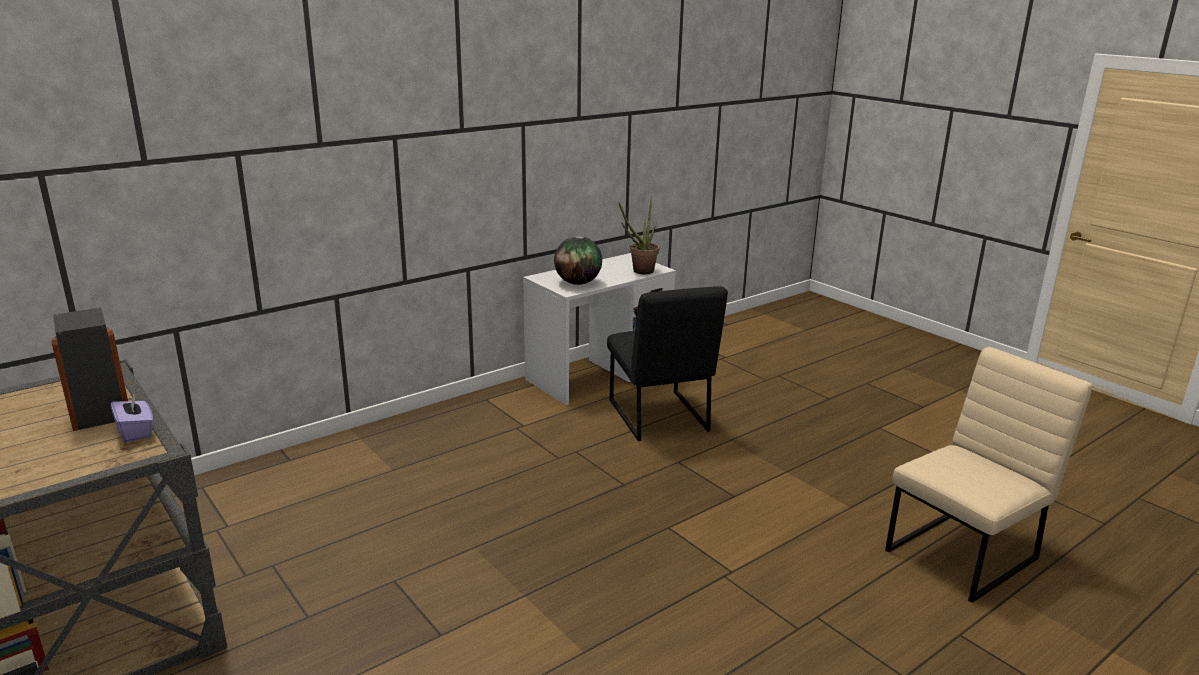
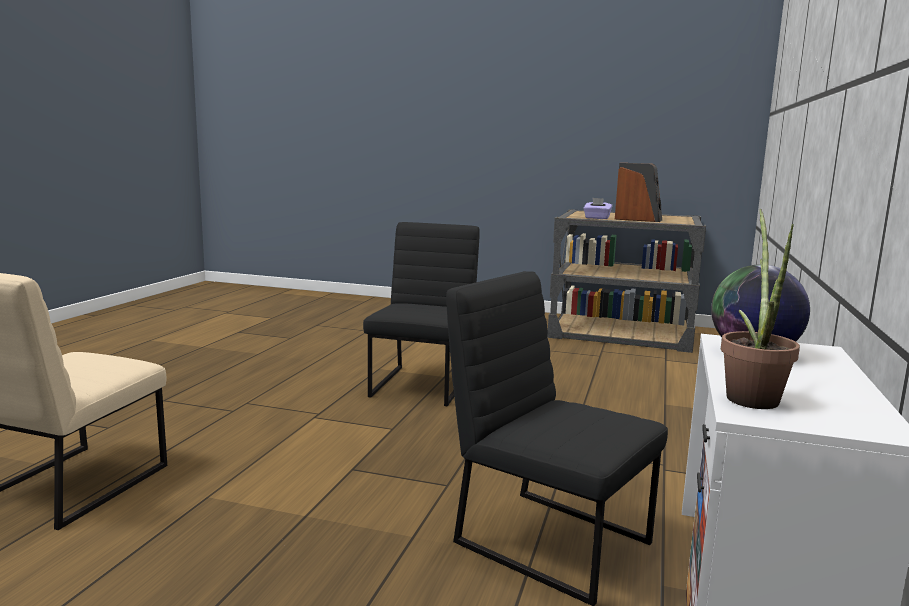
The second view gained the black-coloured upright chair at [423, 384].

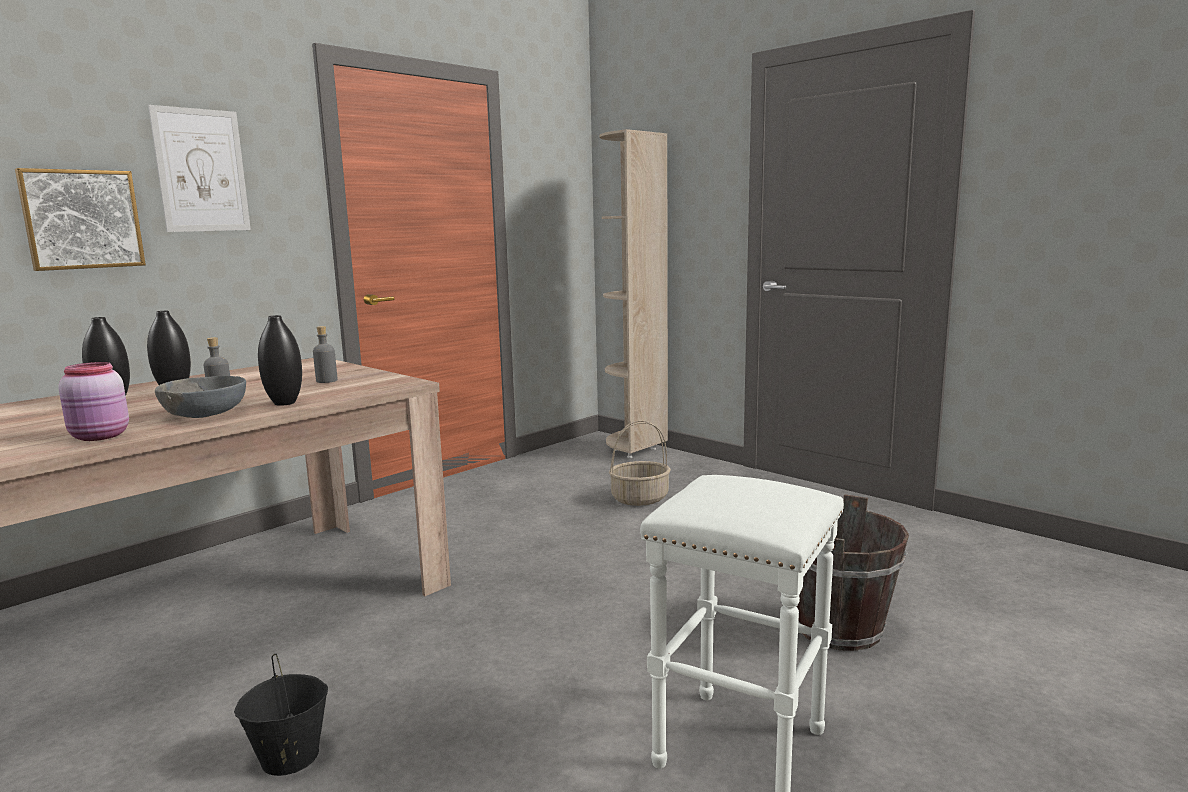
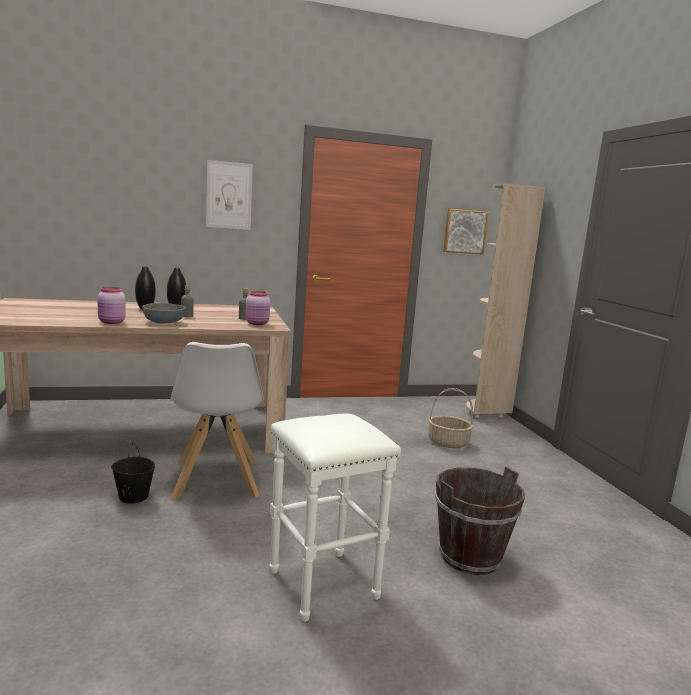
The second view lost the black-coloured vase at [284, 403]. The second view gained the upright chair at [216, 480]. The second view gained the pinkish preserve jar at [258, 323]. The picture ended up elsewhere, having gone from [82, 219] to [464, 231].

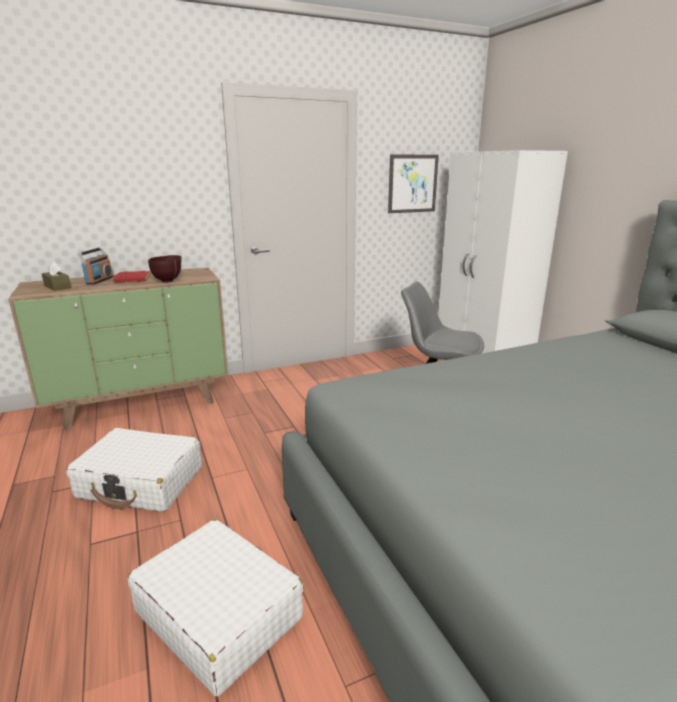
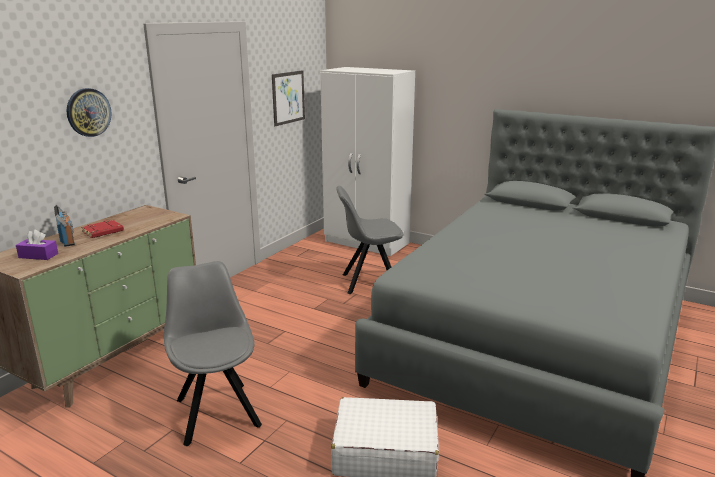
The second view lost the brown deep dish at [168, 281]. The second view gained the hanging clock at [88, 112]. Where the white-coloured piece of luggage stood at [141, 482], the grey upright chair came to stand at [216, 412]. What was the brown tissue holder at [57, 287] turned into the purple tissue holder at [38, 255].

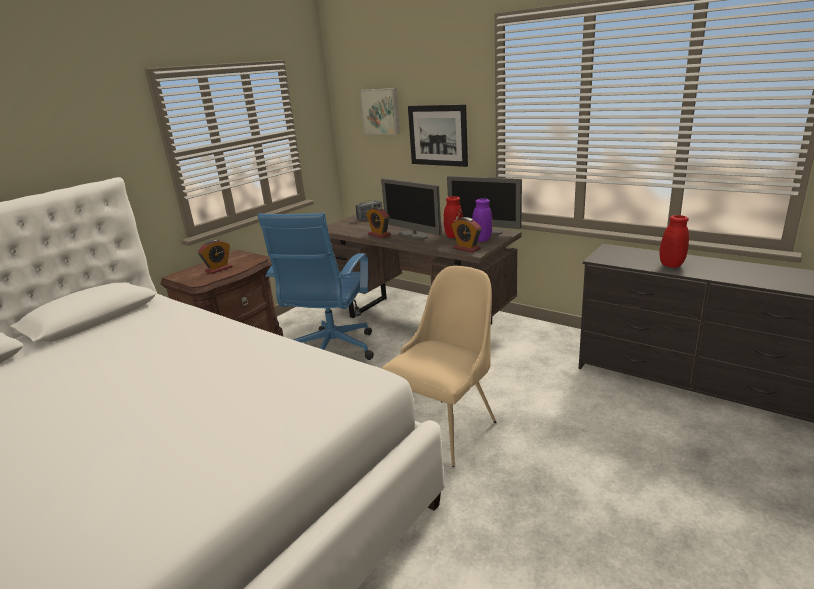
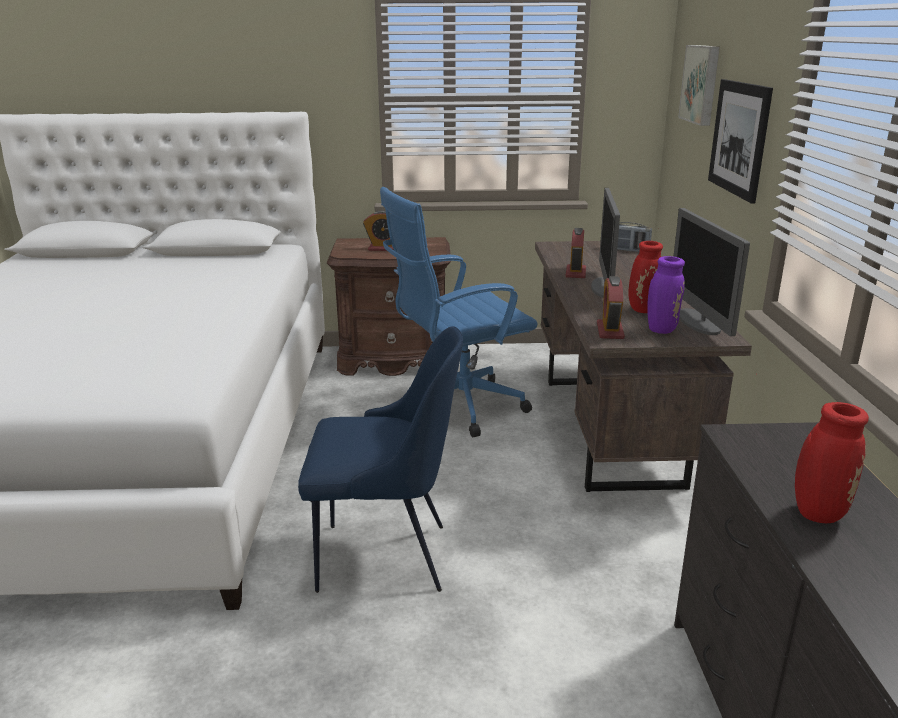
What was the beige-coloured upright chair at [446, 430] turned into the blue-coloured upright chair at [384, 556].

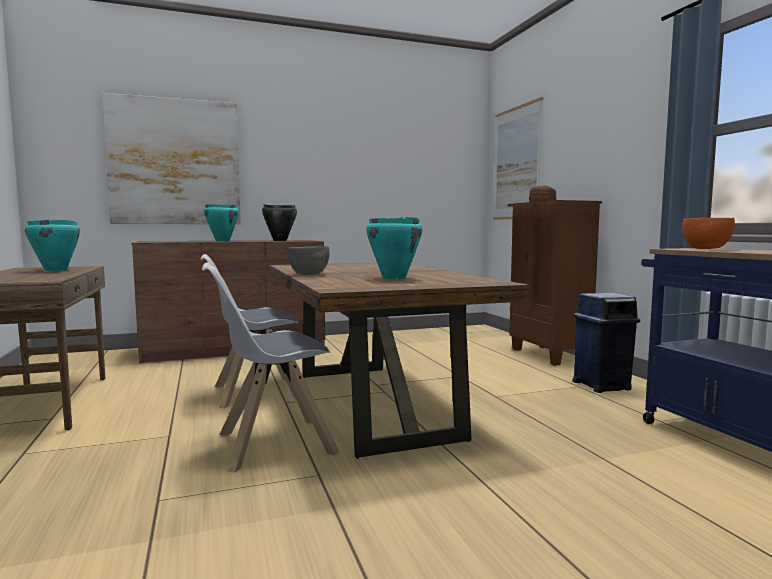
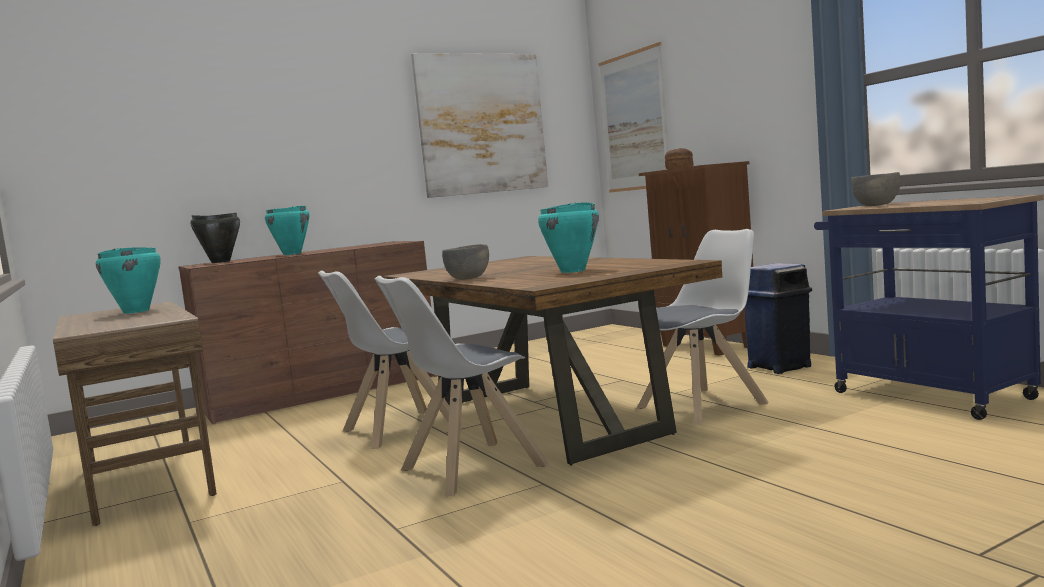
The second view gained the upright chair at [705, 405]. The picture ended up elsewhere, having gone from [175, 162] to [481, 124]. The black-coloured saucepot ended up elsewhere, having gone from [279, 240] to [220, 262]. What was the orange-coloured deep dish at [706, 249] turned into the grey deep dish at [876, 205].

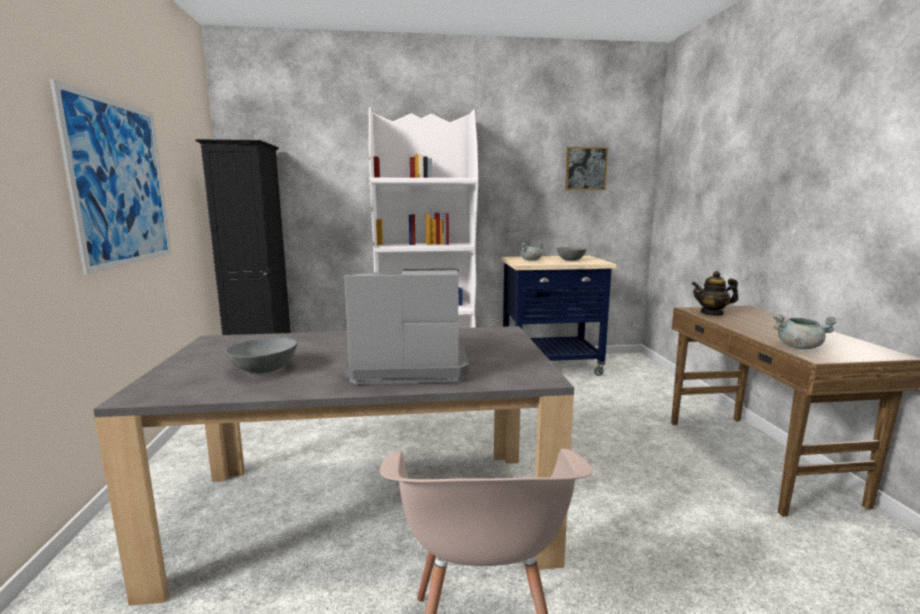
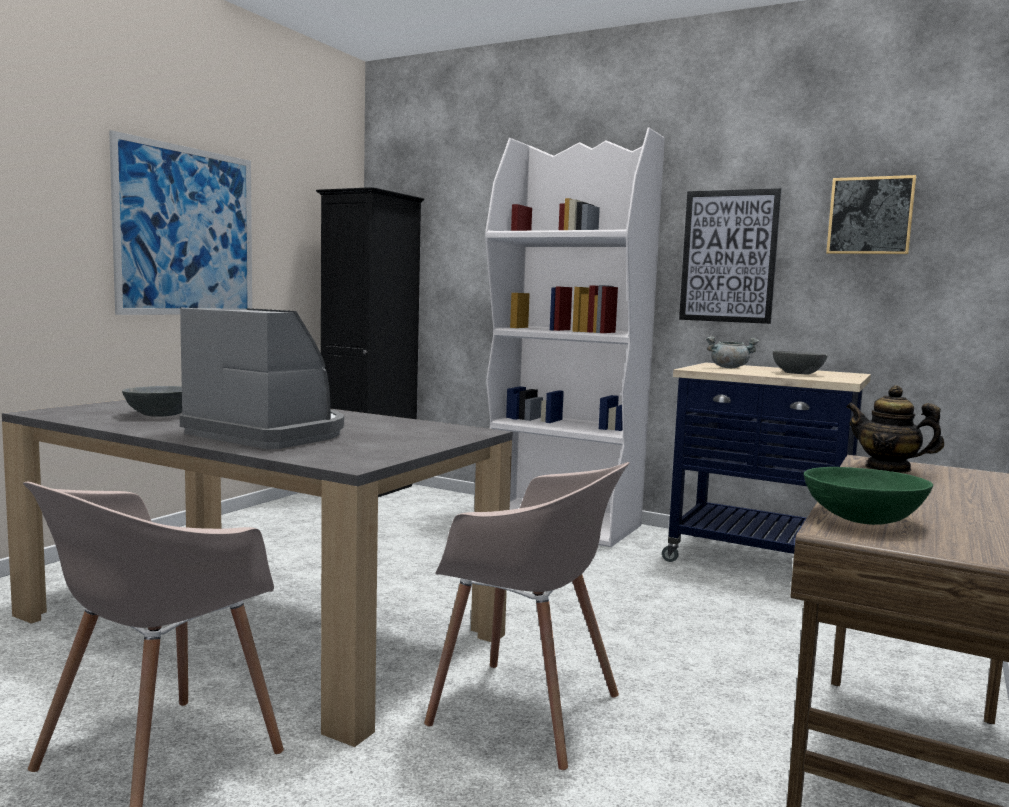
The second view gained the beige-coloured upright chair at [527, 712]. The second view gained the picture at [729, 256]. Where the grey saucepot stood at [799, 347], the green-coloured deep dish came to stand at [864, 519].

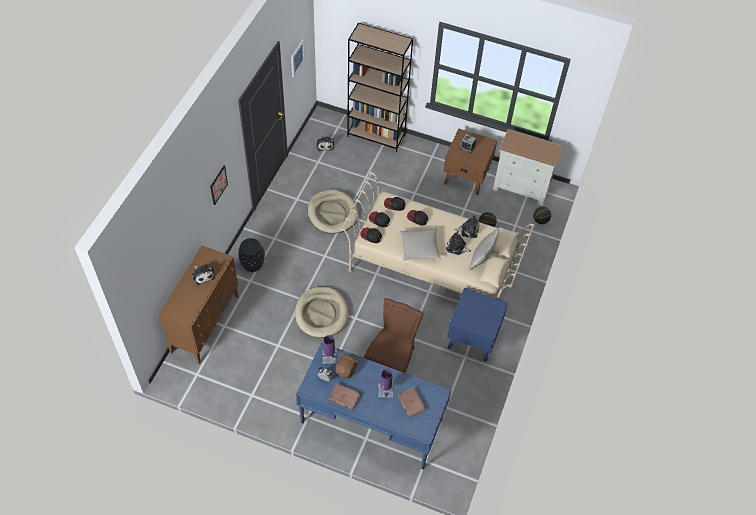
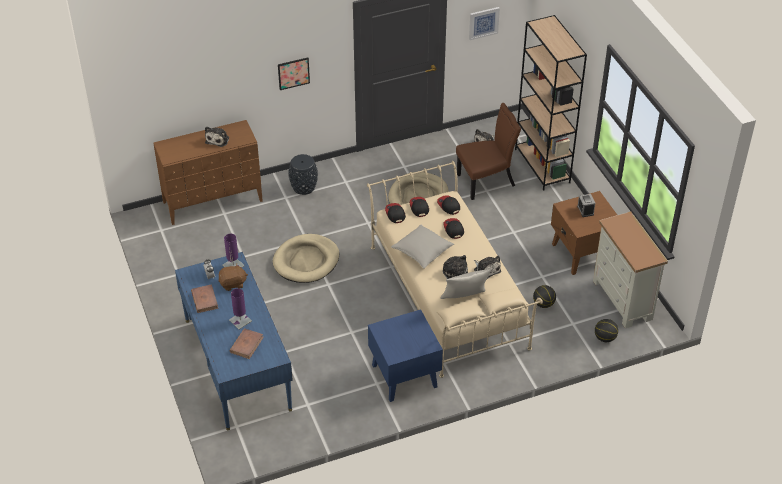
The brown upright chair ended up elsewhere, having gone from [391, 362] to [485, 182].

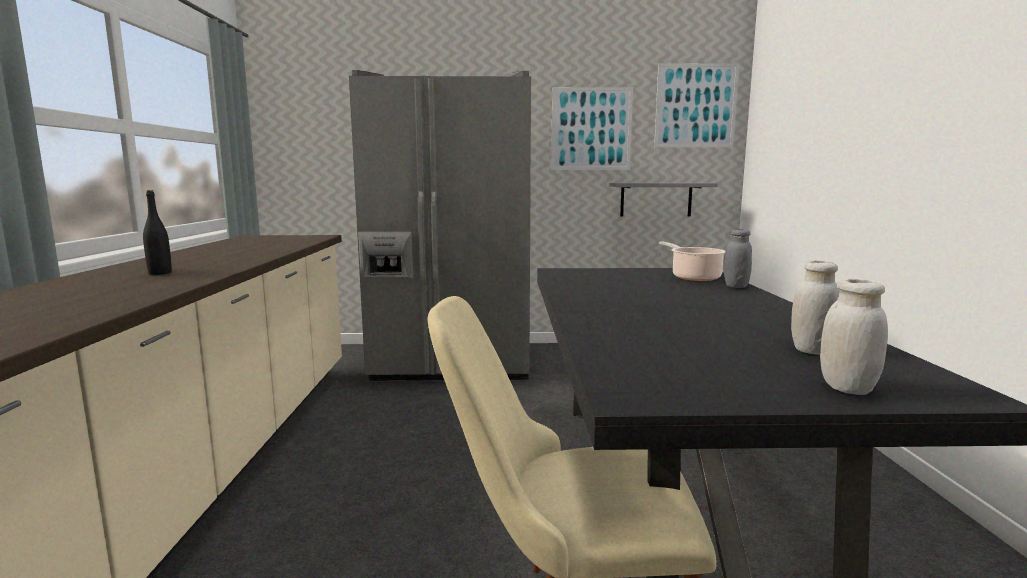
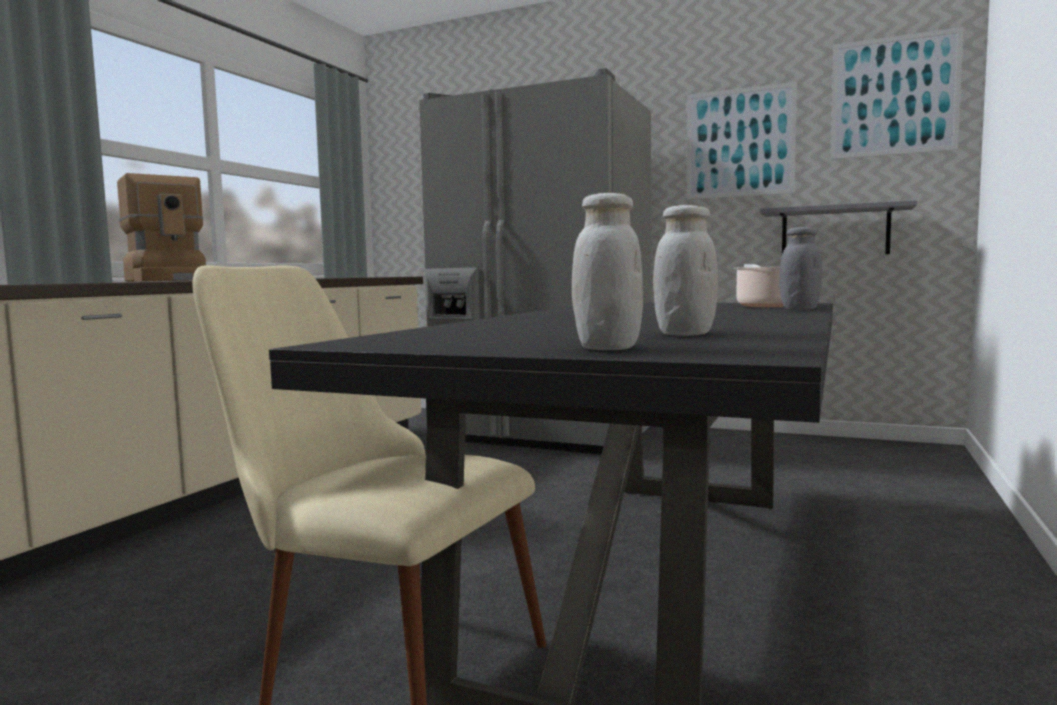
Where the black-coloured beverage bottle stood at [160, 273], the coffee maker came to stand at [172, 280].

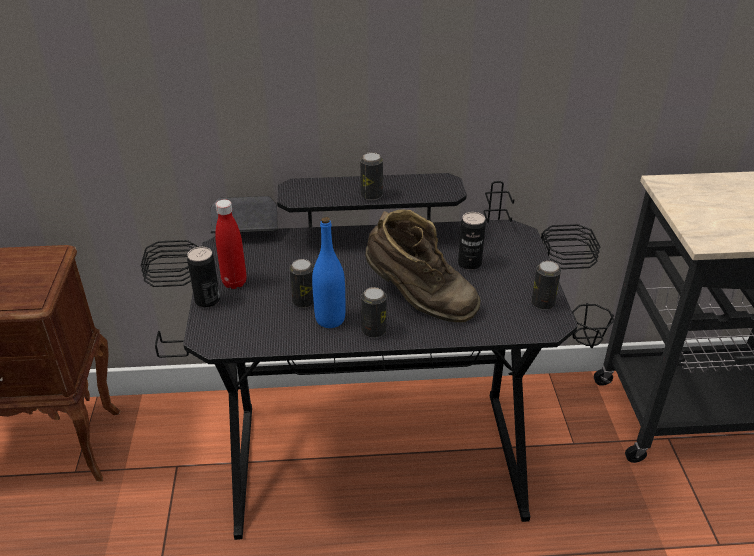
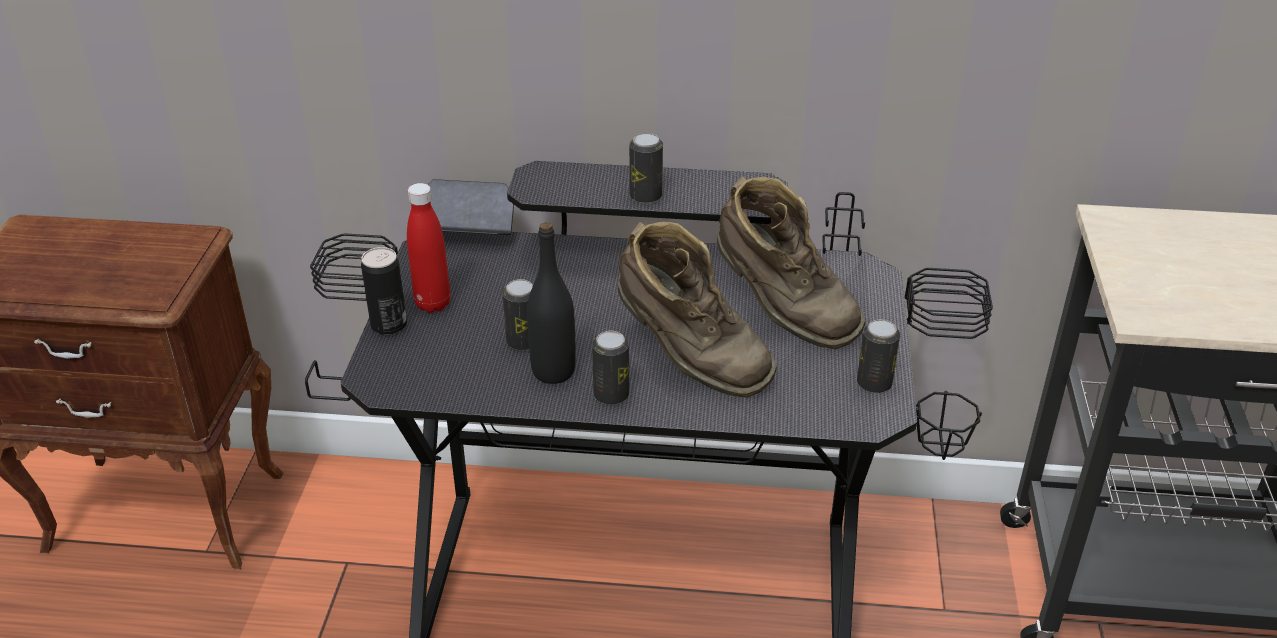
Where the can stood at [469, 263], the brown boot came to stand at [781, 312]. What was the blue-coloured beverage bottle at [330, 319] turned into the black-coloured beverage bottle at [553, 371].

